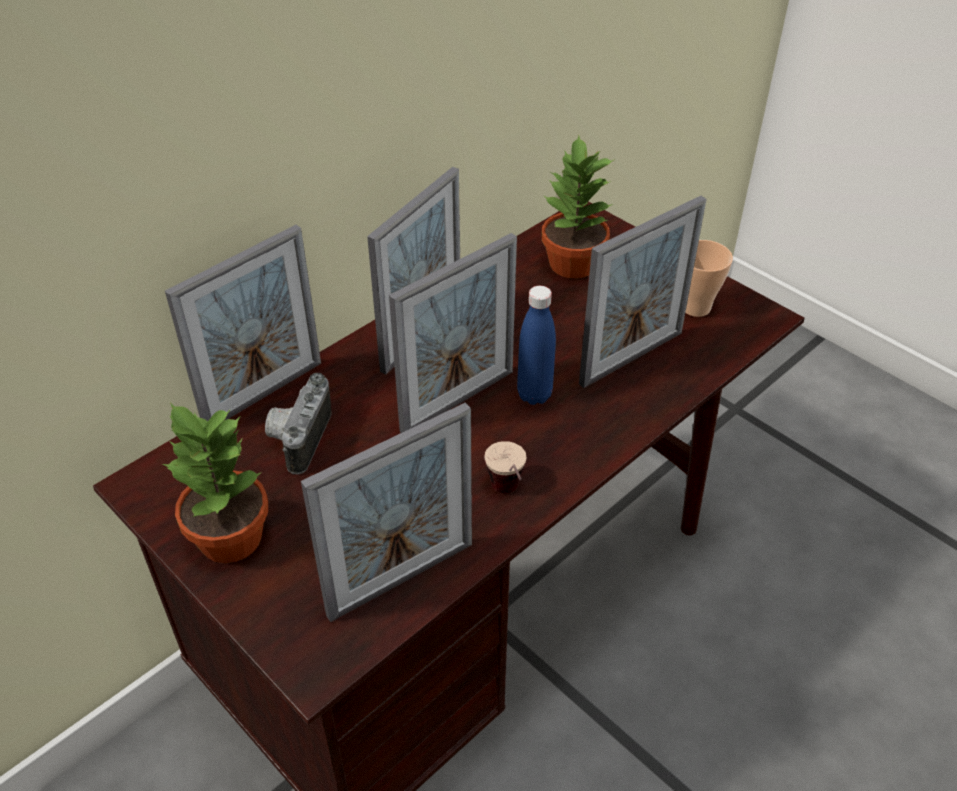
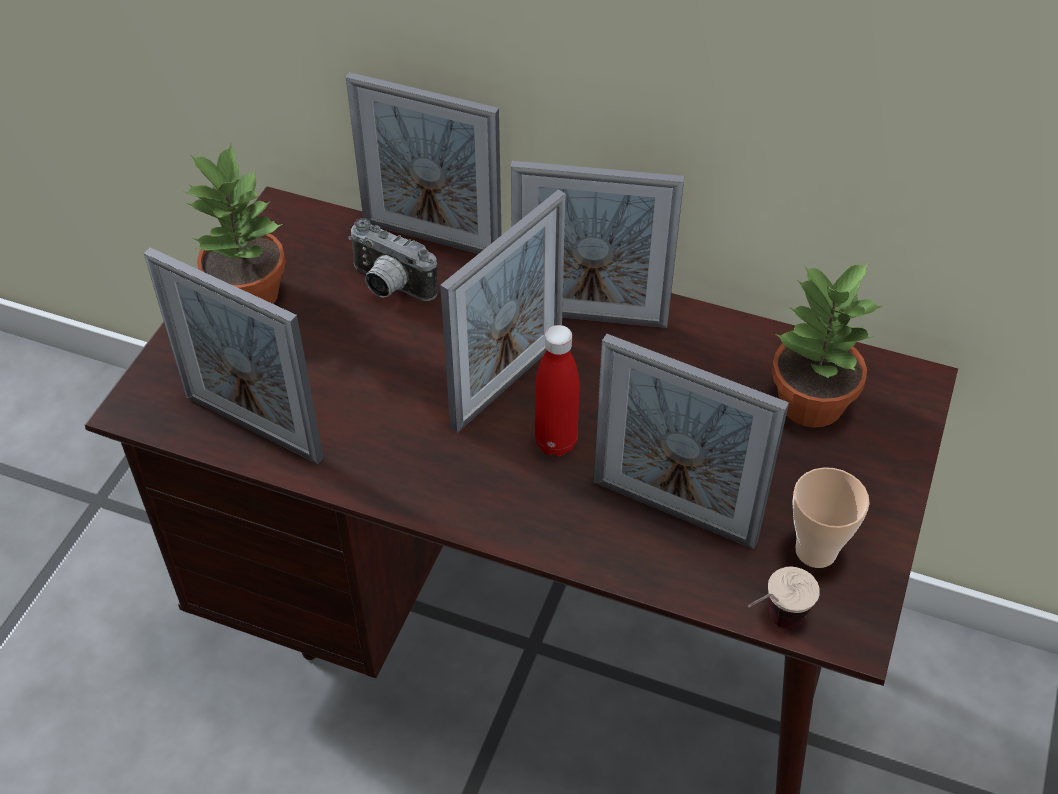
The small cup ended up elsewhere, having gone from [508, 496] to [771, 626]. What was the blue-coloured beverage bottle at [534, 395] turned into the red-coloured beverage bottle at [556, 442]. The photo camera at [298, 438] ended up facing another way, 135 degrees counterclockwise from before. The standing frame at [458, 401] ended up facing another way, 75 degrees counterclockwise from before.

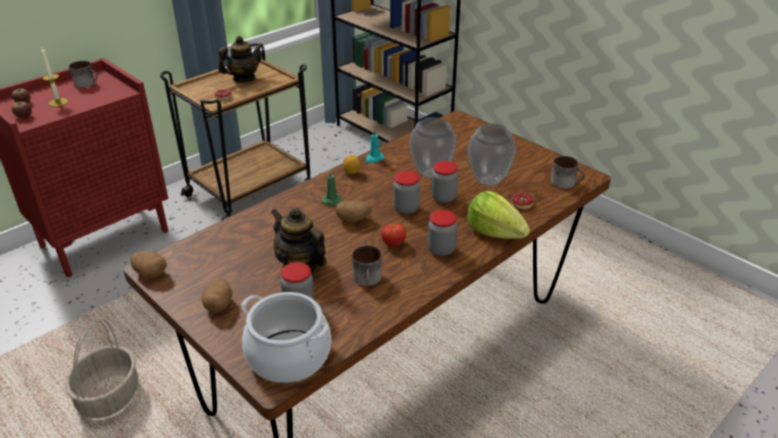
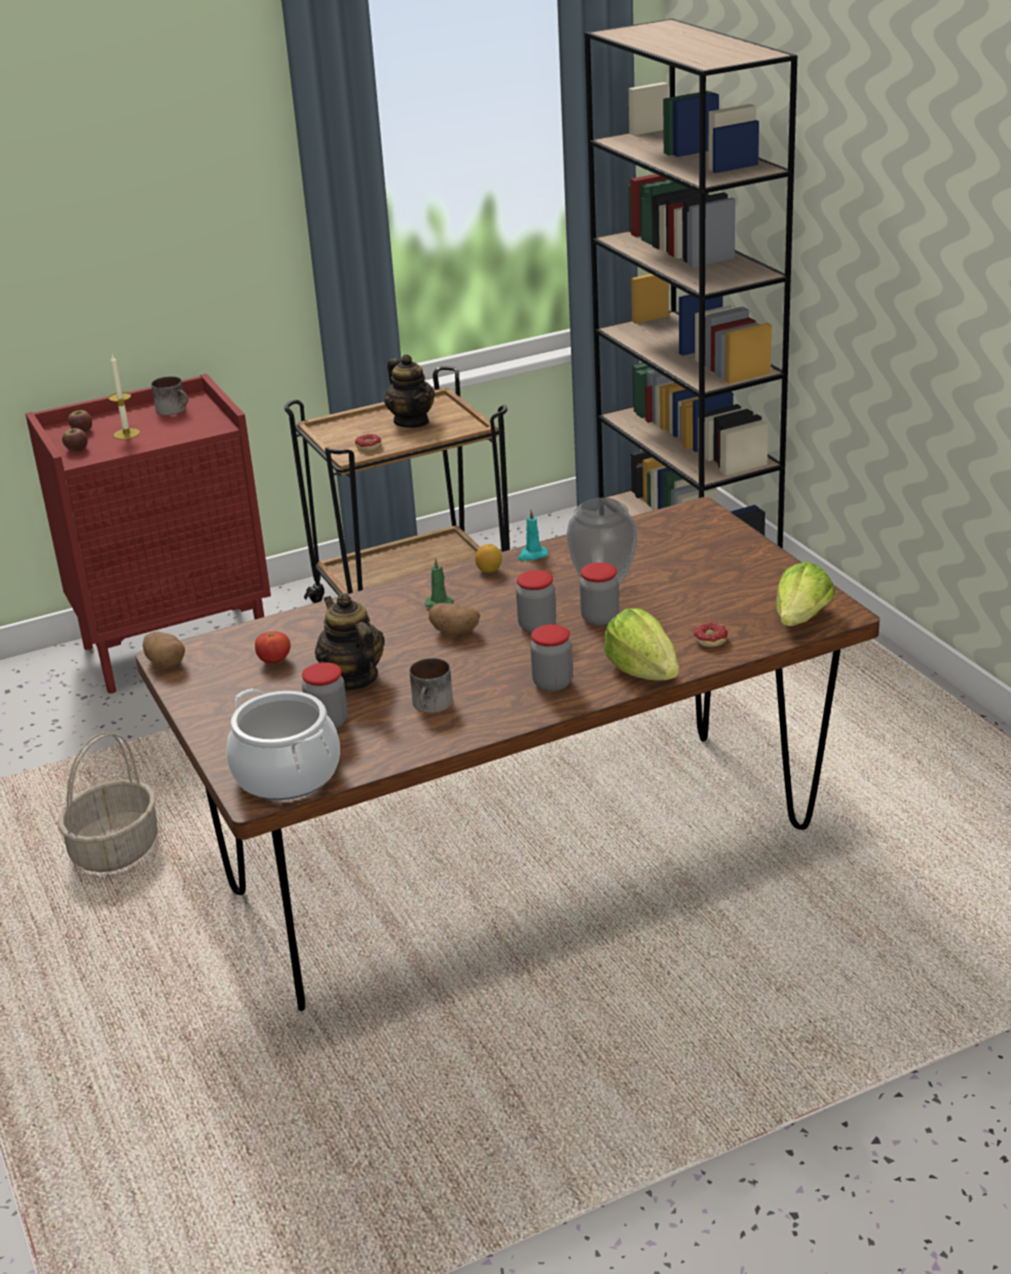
The second view lost the spud at [219, 304]. The second view lost the vase at [489, 181]. The tomato ended up elsewhere, having gone from [393, 244] to [274, 661]. Where the mug stood at [566, 182], the head of lettuce came to stand at [801, 619]. The pot for tea at [244, 79] ended up facing another way, 75 degrees clockwise from before.

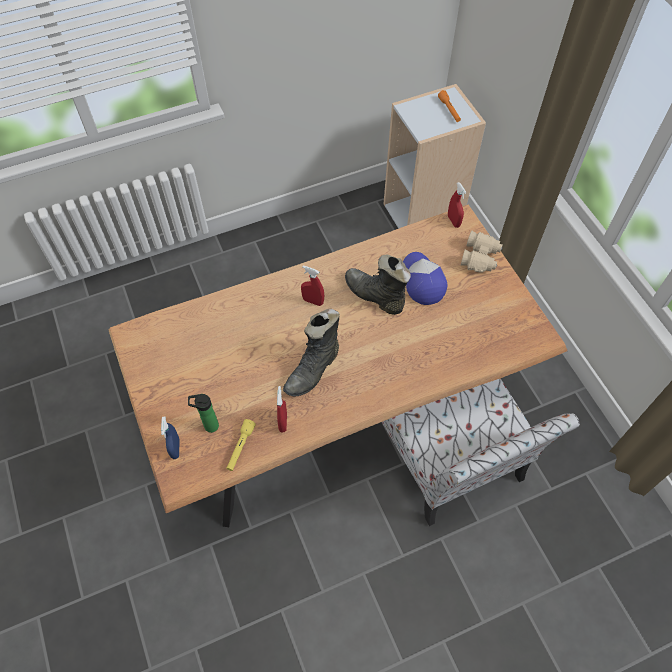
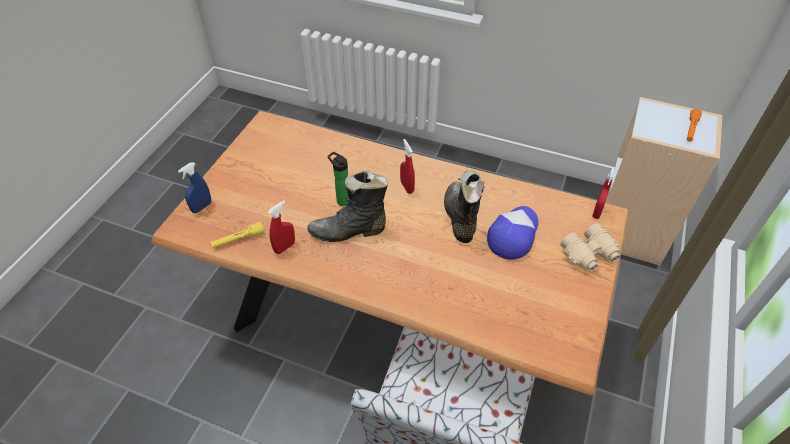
The beverage bottle ended up elsewhere, having gone from [209, 426] to [341, 200].

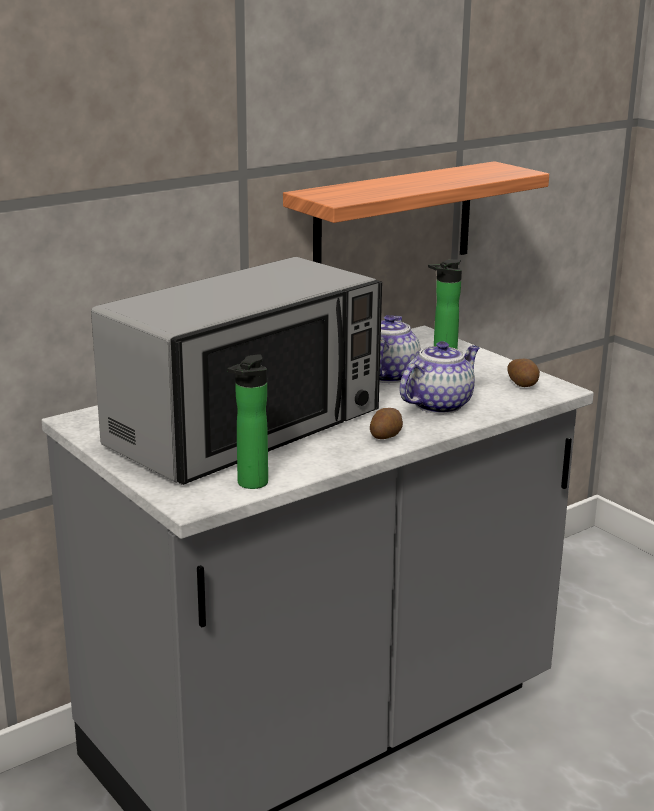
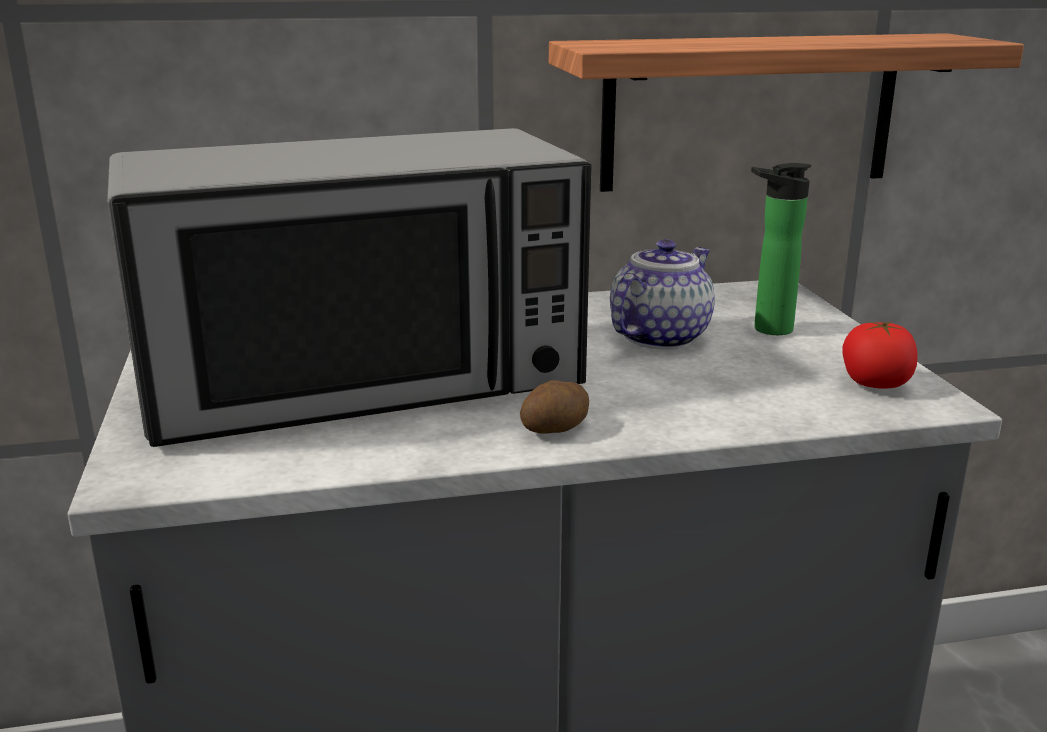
The second view lost the beverage bottle at [250, 484]. The second view lost the pot for tea at [439, 405]. Where the spud stood at [523, 384], the tomato came to stand at [875, 384].

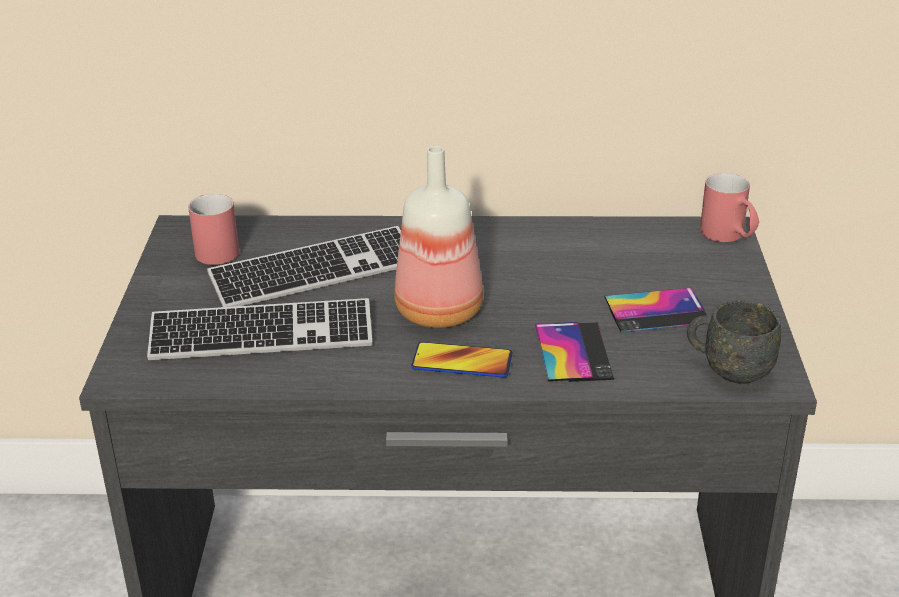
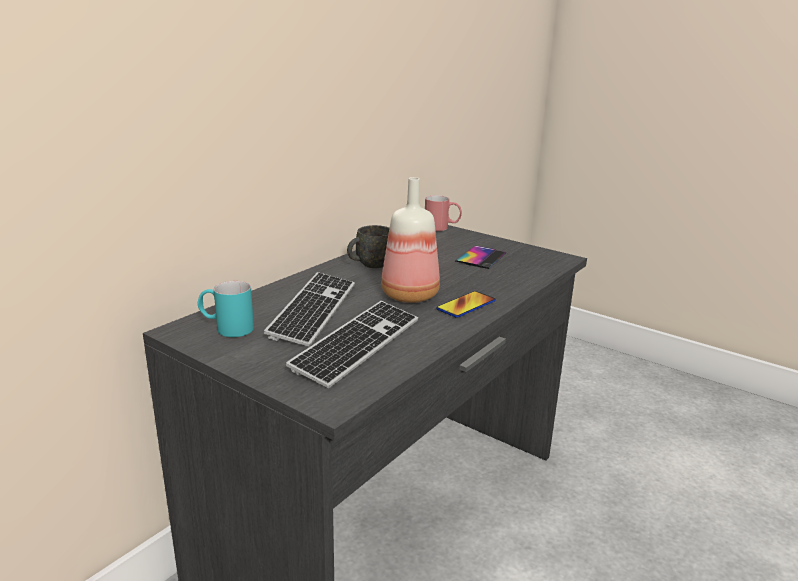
The second view lost the phone at [573, 352]. The grey mug ended up elsewhere, having gone from [728, 368] to [370, 265]. What was the red-coloured mug at [214, 248] turned into the blue-green mug at [226, 328].

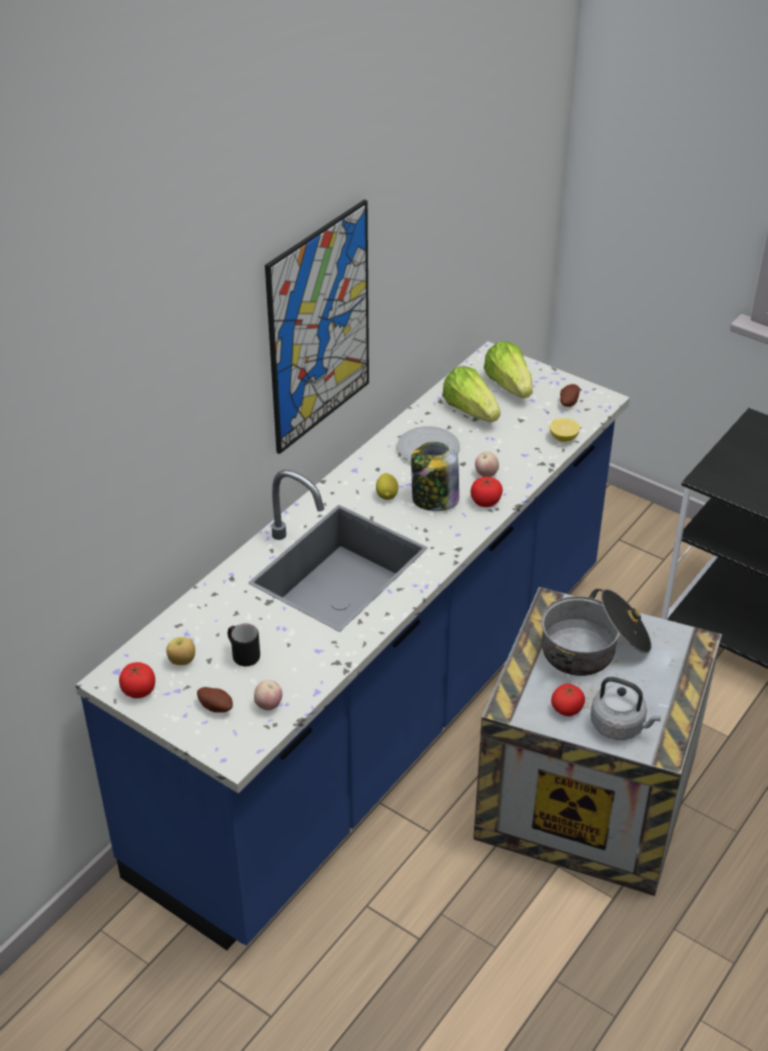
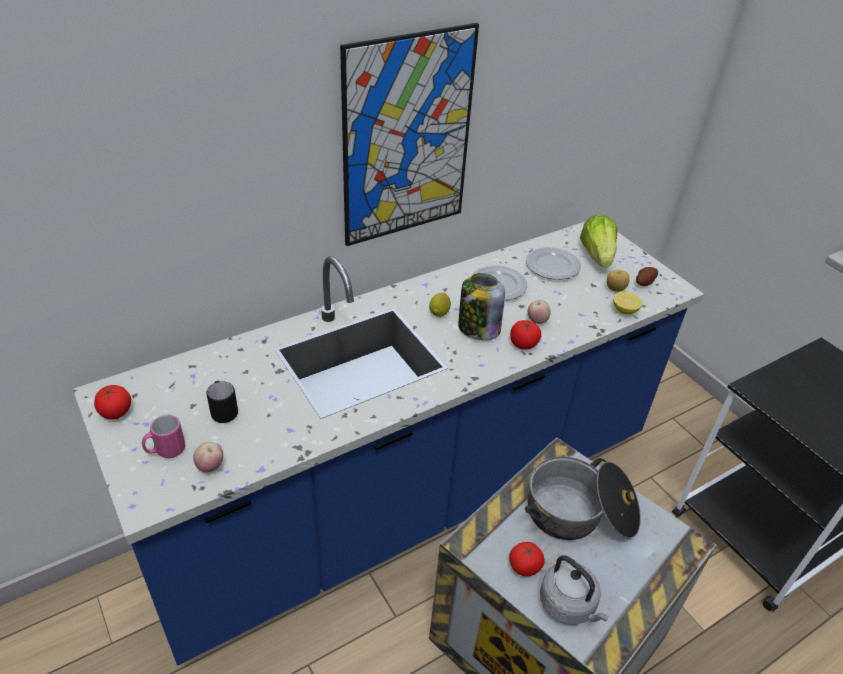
The whole apple ended up elsewhere, having gone from [182, 661] to [615, 289]. Where the spud stood at [216, 706], the pinkish mug came to stand at [166, 451]. Where the head of lettuce stood at [470, 411], the plate came to stand at [552, 266].

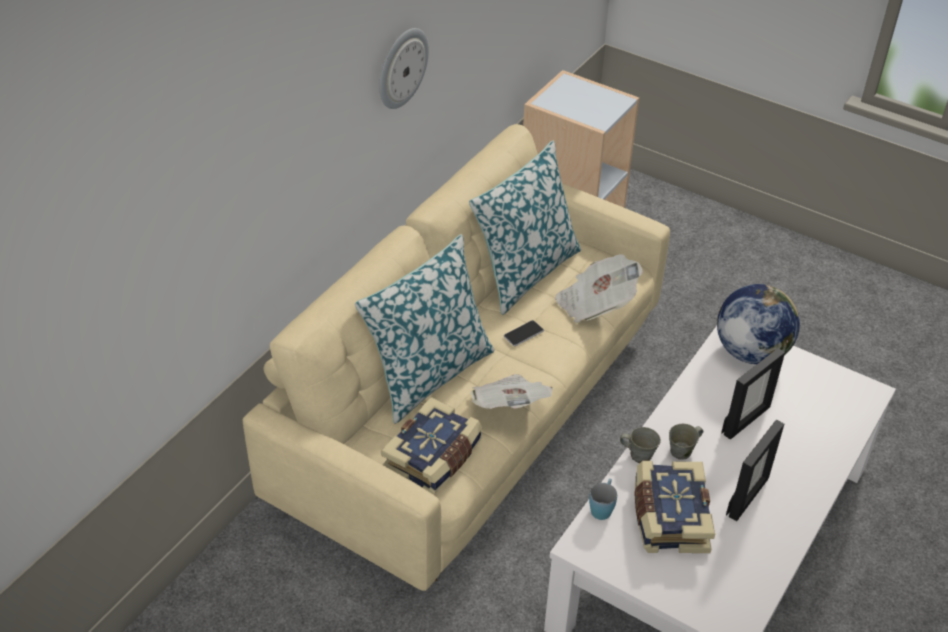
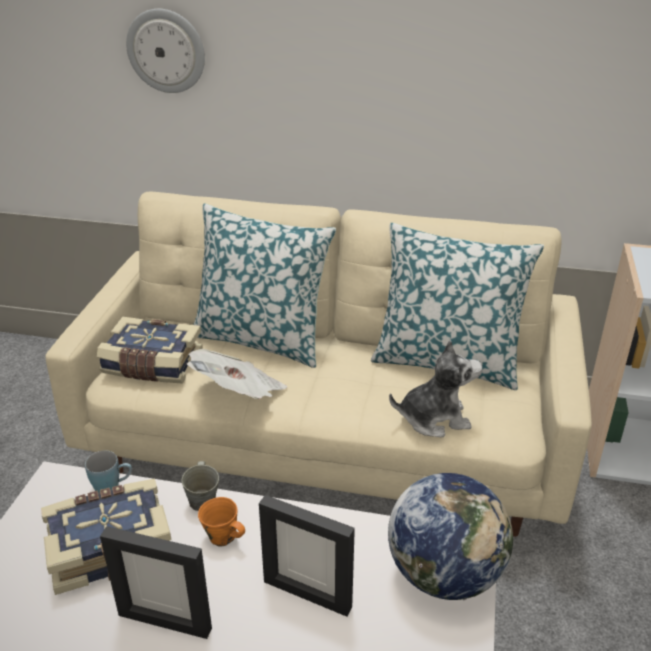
The second view lost the phone at [523, 334]. The hanging clock ended up elsewhere, having gone from [401, 67] to [166, 51]. Where the newspaper stood at [595, 304], the soft toy came to stand at [434, 418]. What was the grey mug at [682, 451] turned into the orange-coloured mug at [223, 537].

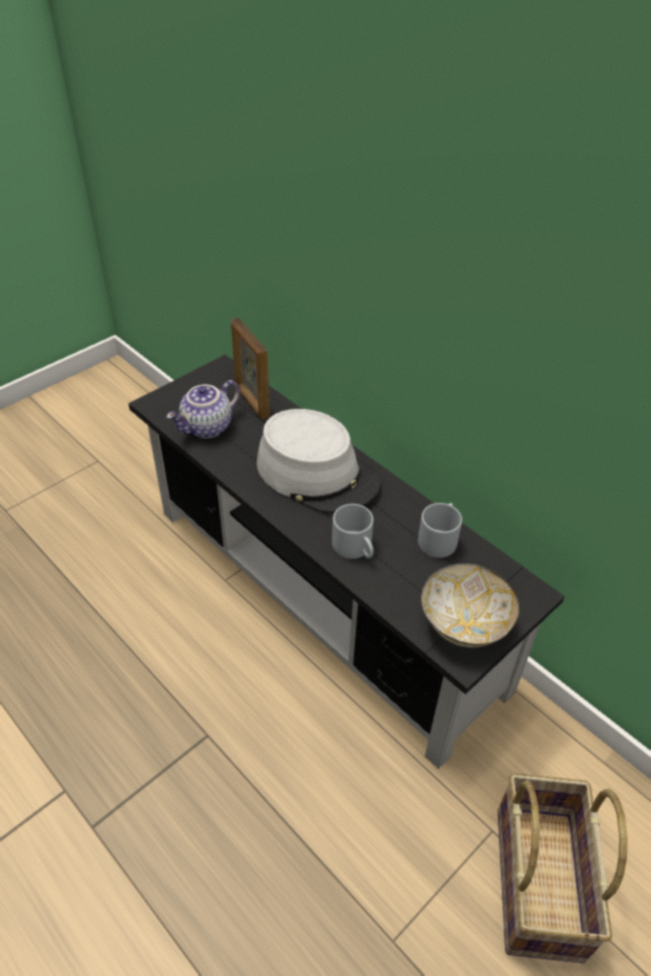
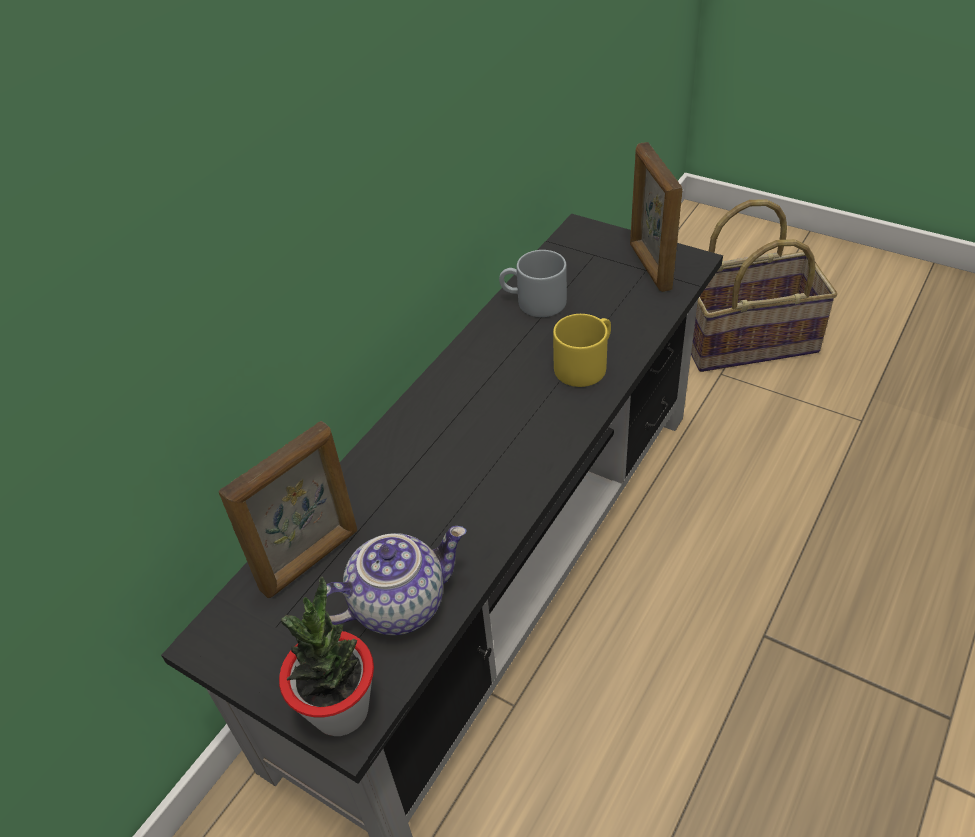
The second view lost the grey wearable hat at [317, 473]. The second view gained the plant in a pot at [341, 709]. Where the deep dish stood at [463, 625], the standing frame came to stand at [649, 267]. What was the grey mug at [356, 548] turned into the yellow-coloured mug at [585, 363]. The pot for tea at [207, 428] ended up facing another way, 60 degrees counterclockwise from before.

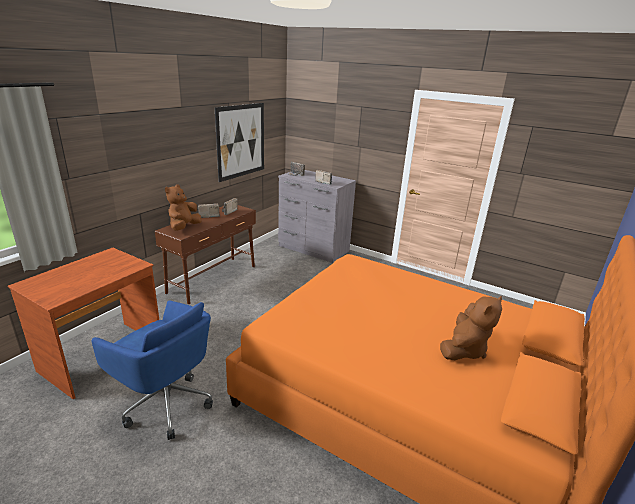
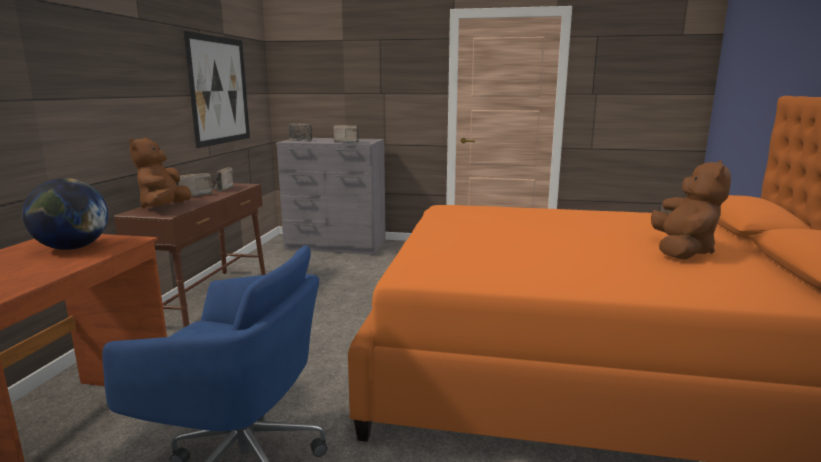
The second view gained the world globe at [72, 248].

